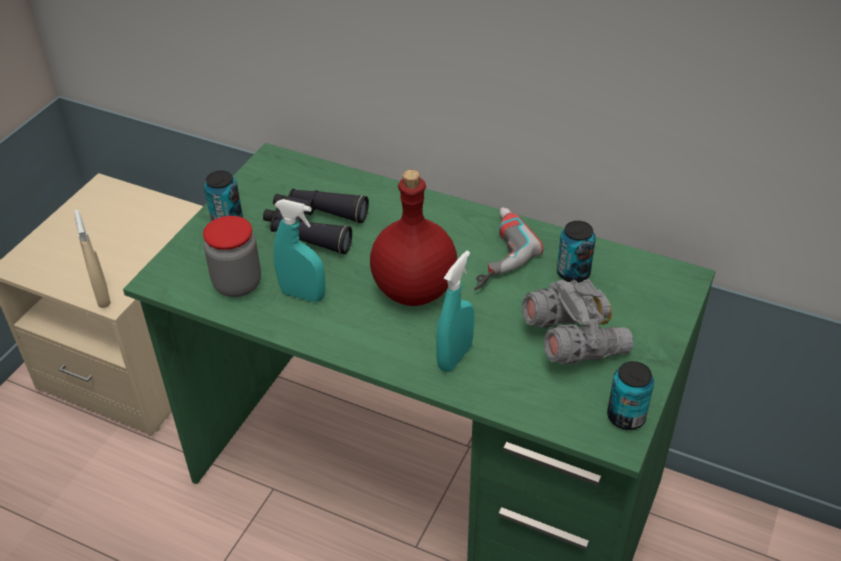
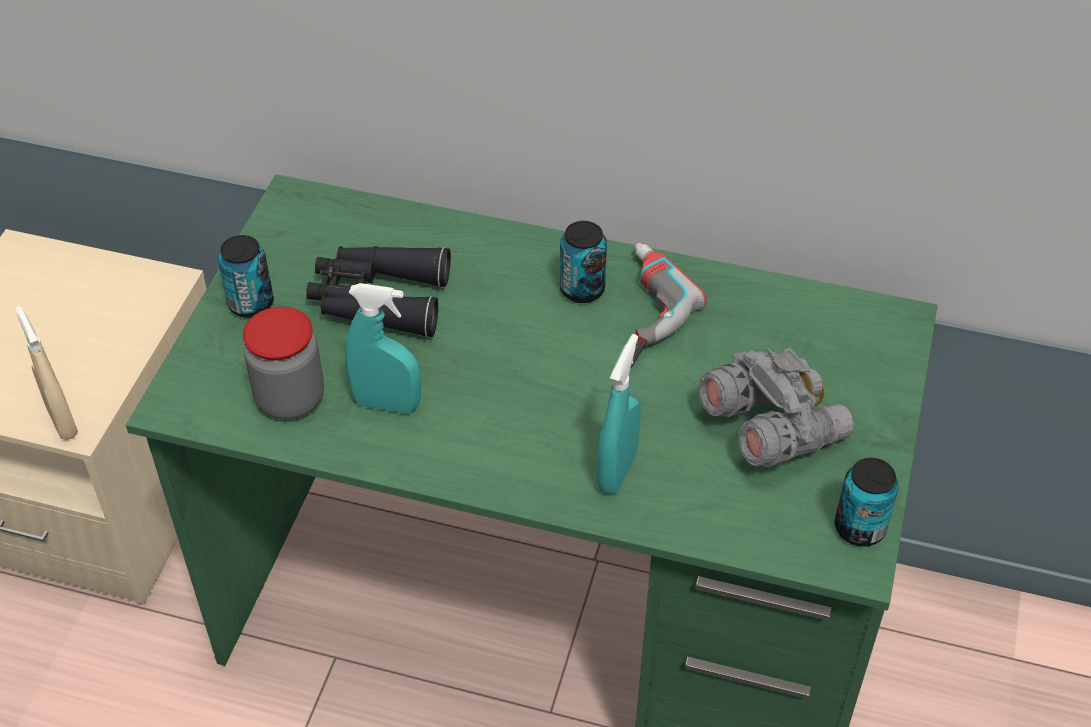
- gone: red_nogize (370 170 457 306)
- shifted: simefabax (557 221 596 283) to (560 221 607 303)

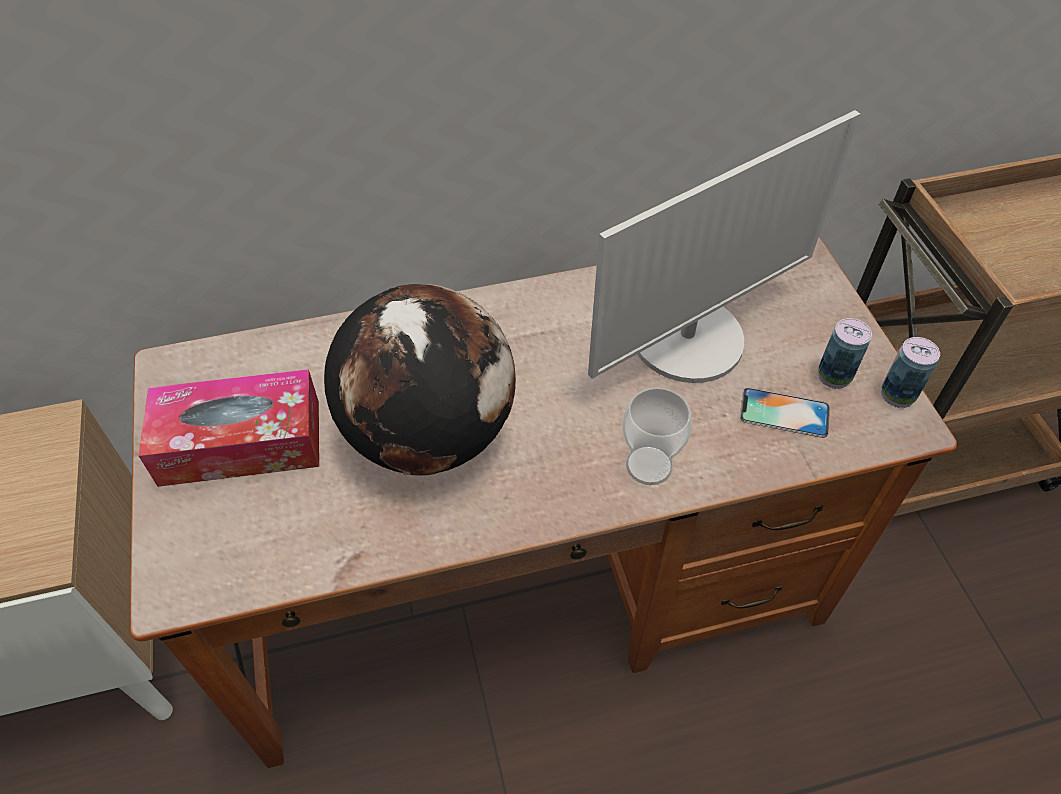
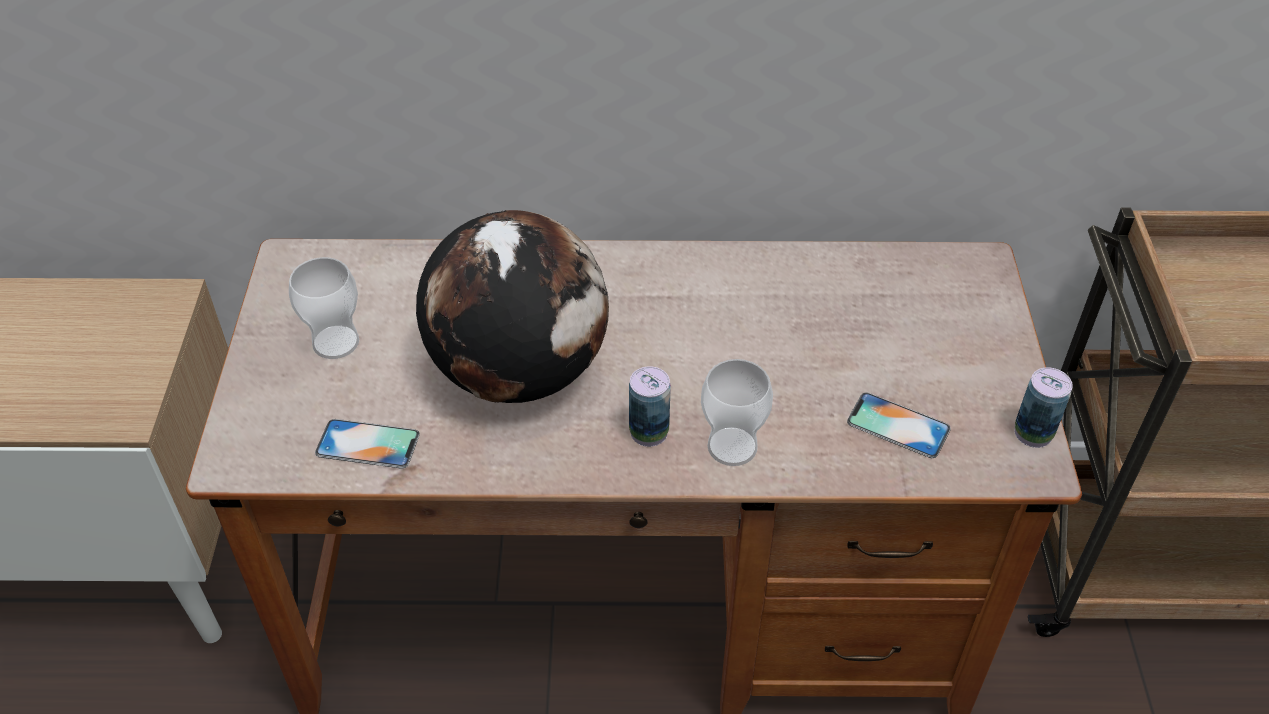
- swapped: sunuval (139 369 319 487) to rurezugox (289 257 359 359)
- gone: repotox (588 110 860 383)
- shifted: simefabax (818 318 872 389) to (629 366 671 447)
- new: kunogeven (315 419 420 469)

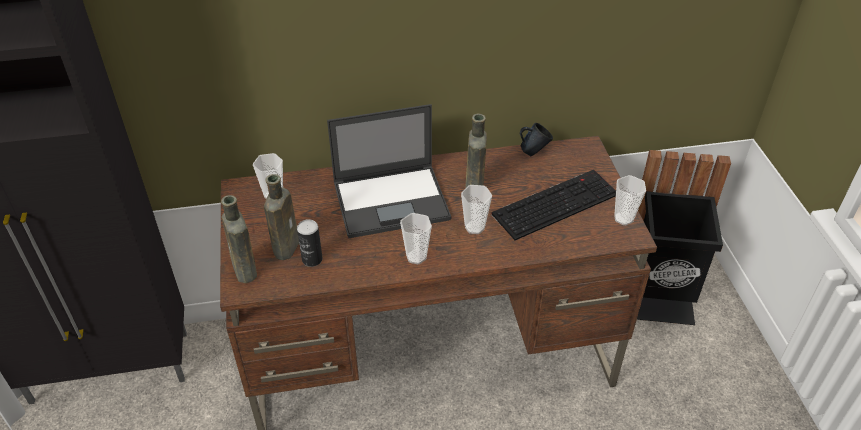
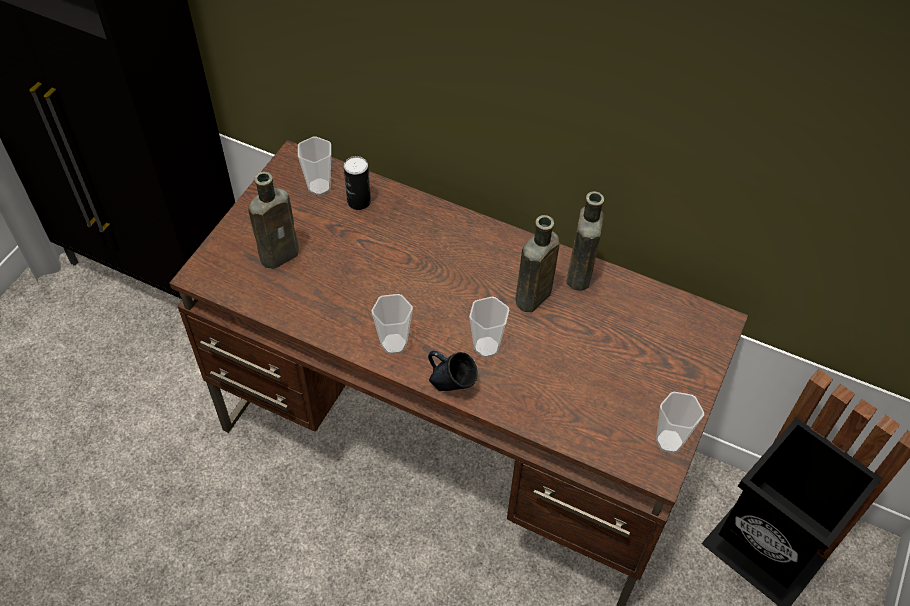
- shifted: brown_nogize (221 195 257 283) to (566 191 604 291)
- shifted: simefabax (297 219 323 267) to (344 156 371 210)
- gone: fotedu (327 104 451 238)
- gone: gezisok (491 170 616 240)
- shifted: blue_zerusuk (520 123 553 156) to (428 351 478 391)

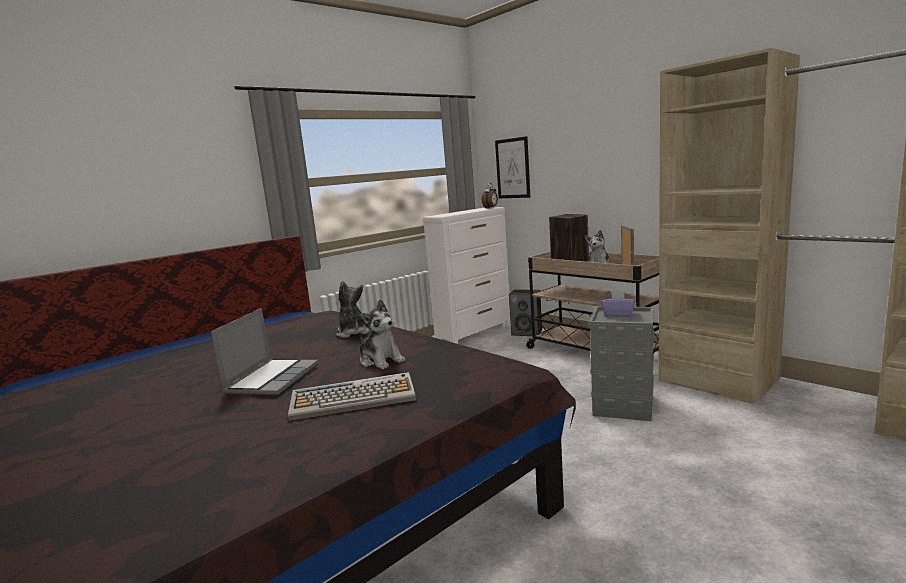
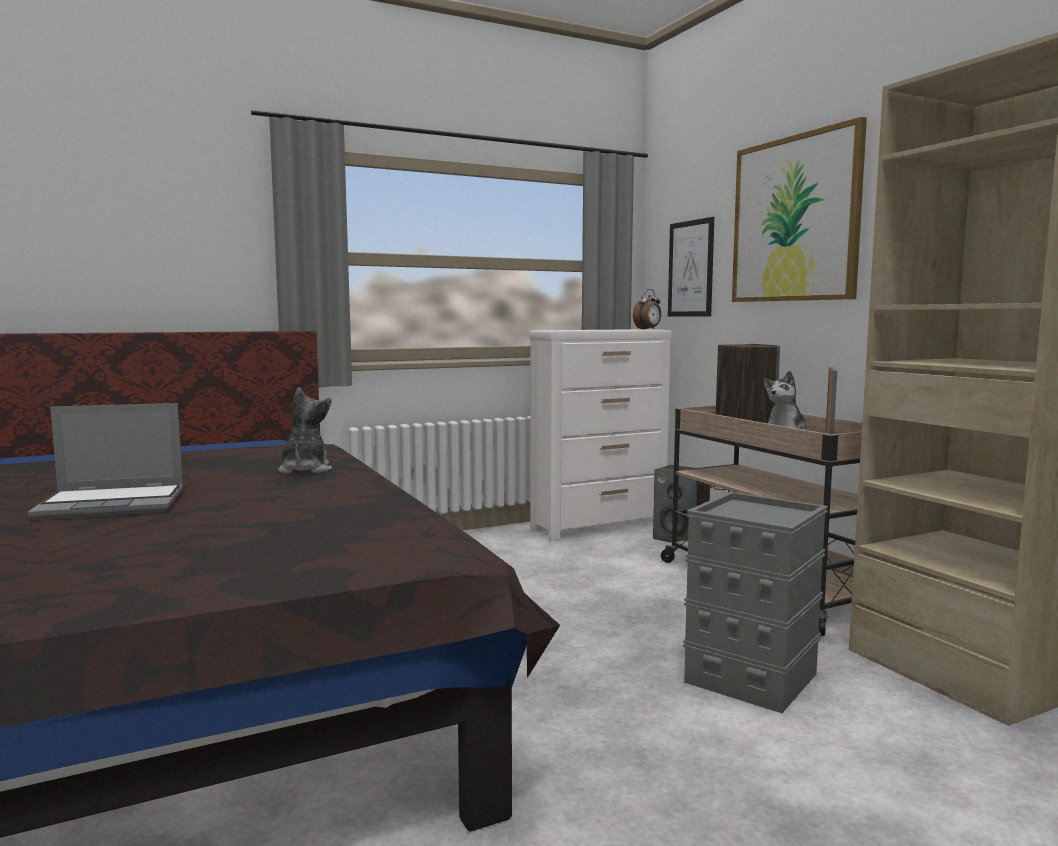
- rotated: fotedu (211 308 318 395) = (27 403 183 520) 45 degrees clockwise
- gone: gezisok (288 372 416 421)
- gone: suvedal (360 299 405 369)
- gone: purple_sunuval (601 290 635 317)
- new: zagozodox (732 117 867 302)

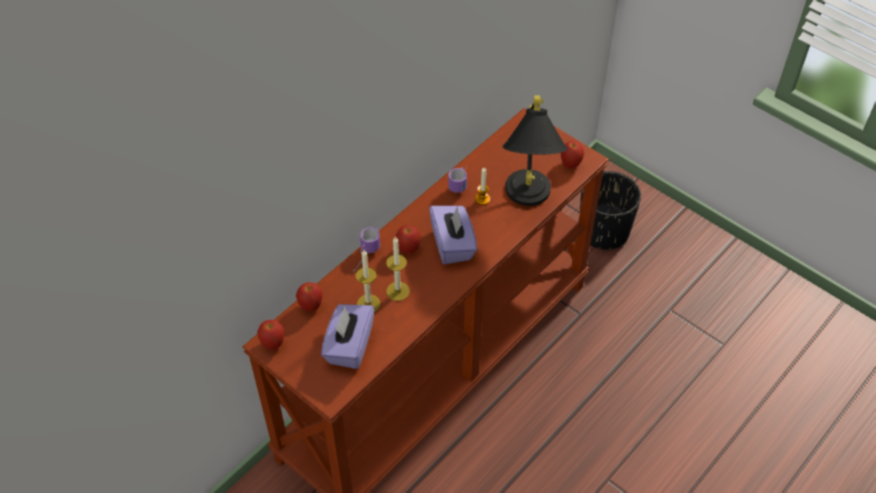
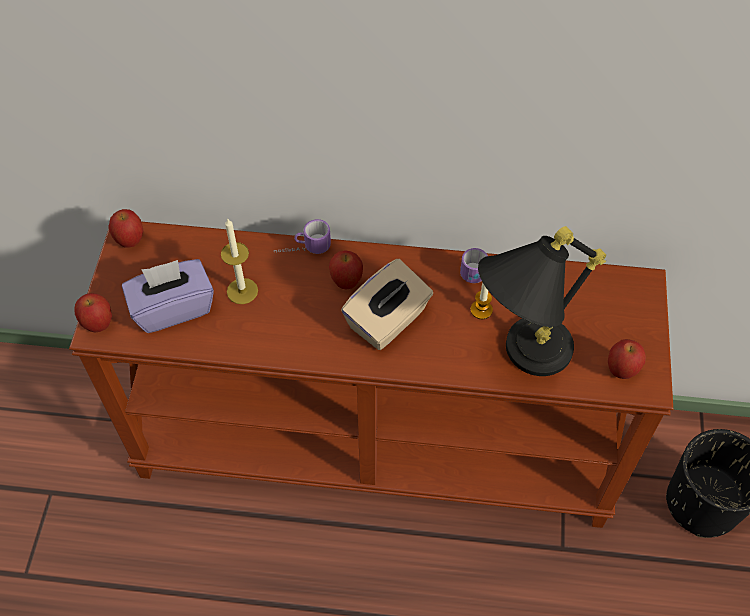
- shifted: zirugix (296 282 322 312) to (74 293 112 333)
- gone: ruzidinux (386 237 410 301)
- repainted: purple_sunuval (429 206 477 264) to beige_sunuval (341 259 433 350)

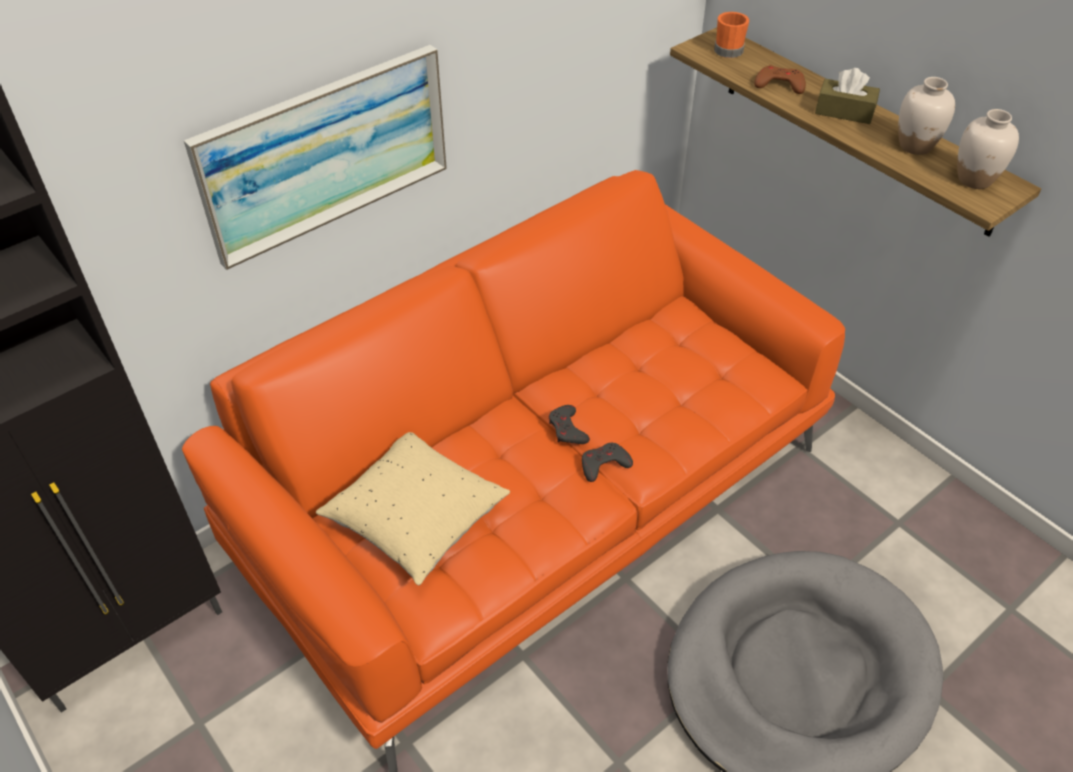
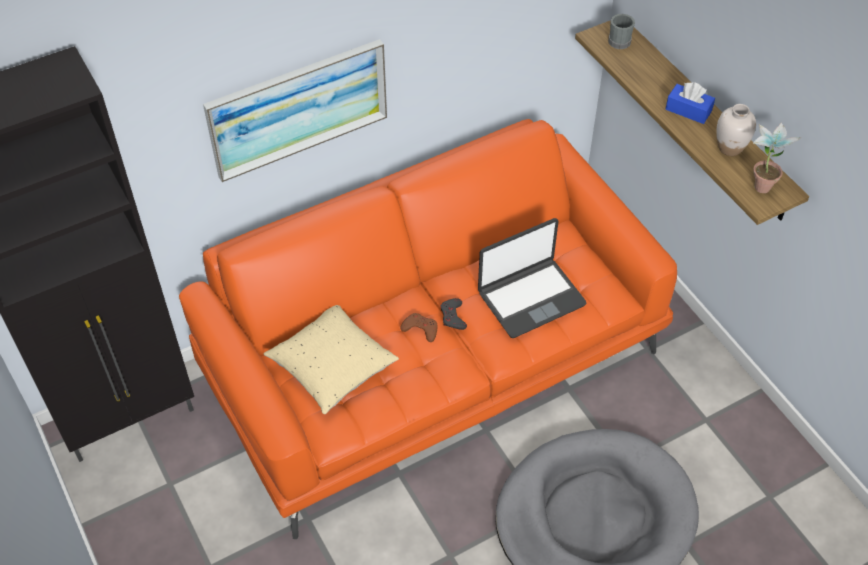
- gone: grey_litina (582 443 633 482)
- repainted: orange_zerusuk (714 12 749 58) to grey_zerusuk (608 14 635 49)
- shifted: brown_litina (754 65 806 94) to (400 313 438 342)
- repainted: brown_sunuval (815 68 880 124) to blue_sunuval (666 82 715 124)
- swapped: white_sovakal (957 109 1019 189) to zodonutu (753 123 801 193)
- new: fotedu (478 218 587 338)

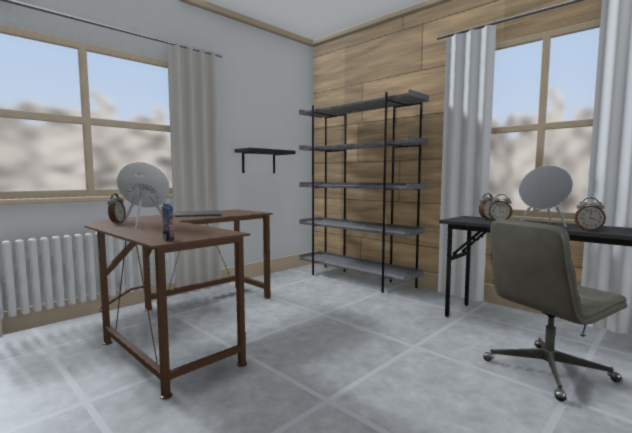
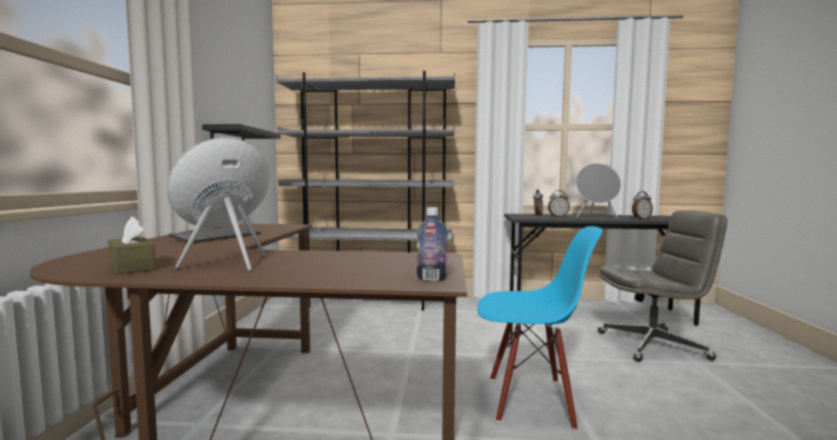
- swapped: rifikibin (107 194 126 224) to brown_sunuval (108 216 156 274)
- rotated: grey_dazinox (483 219 627 402) = (598 210 727 362) 120 degrees counterclockwise
- new: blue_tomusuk (477 226 603 430)

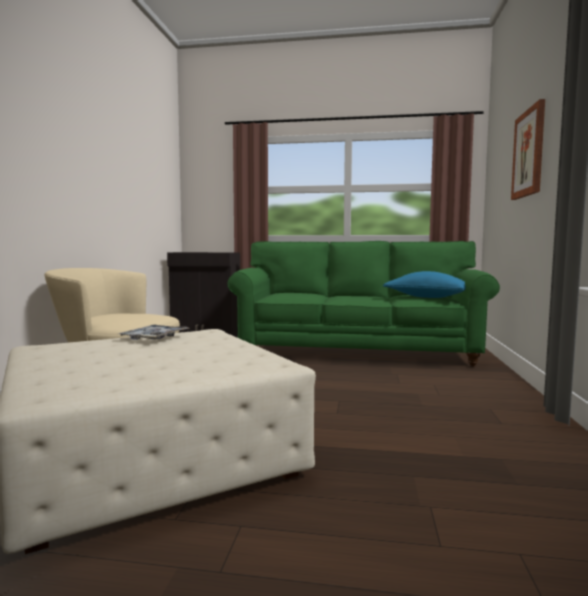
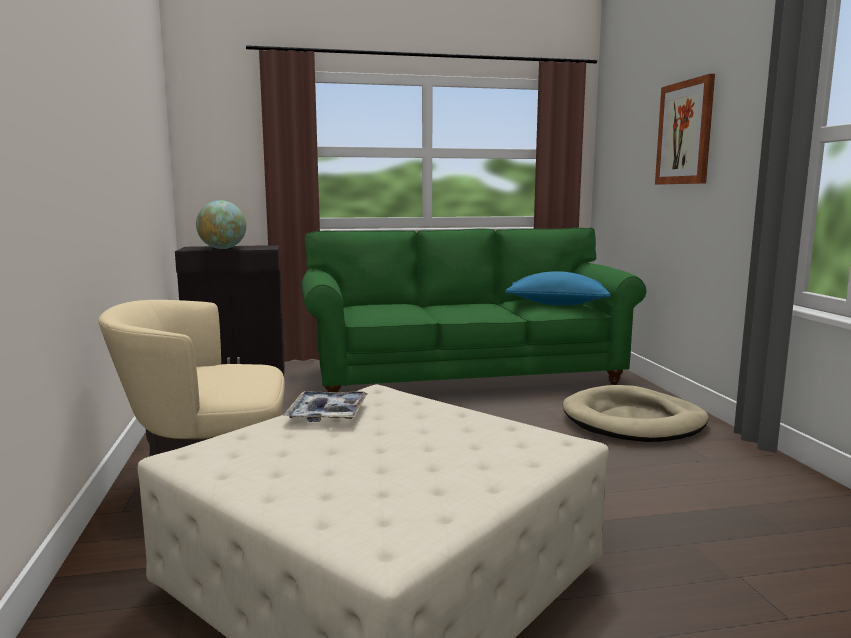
- new: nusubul (196 200 246 249)
- new: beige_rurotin (563 385 709 442)

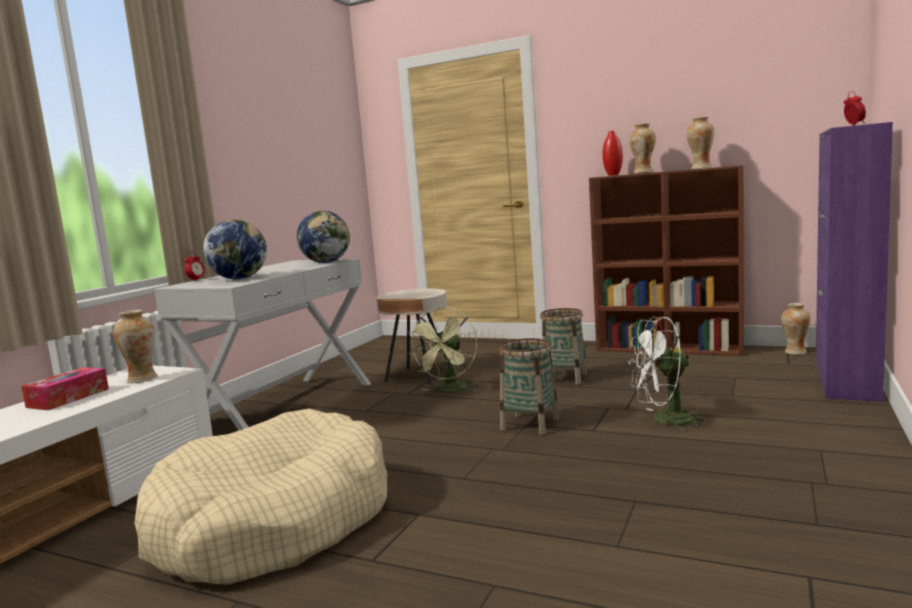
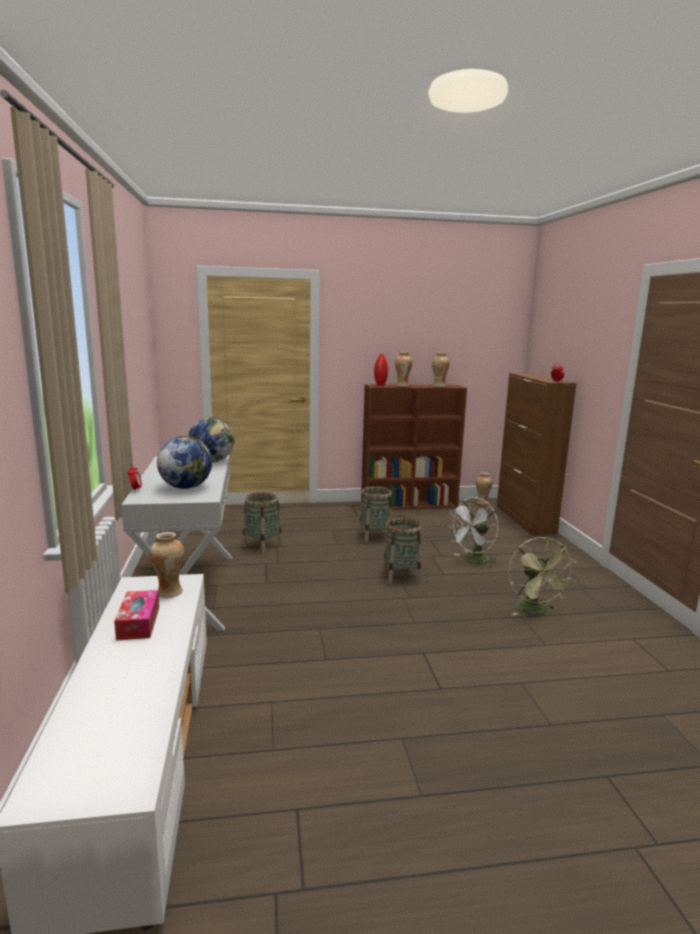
- gone: beige_rurotin (135 408 387 585)
- swapped: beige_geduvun (376 288 447 384) to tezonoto (242 492 282 553)
- shifted: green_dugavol (408 307 477 393) to (509 537 576 615)
- repainted: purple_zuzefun (816 122 893 402) to brown_zuzefun (497 373 576 535)

